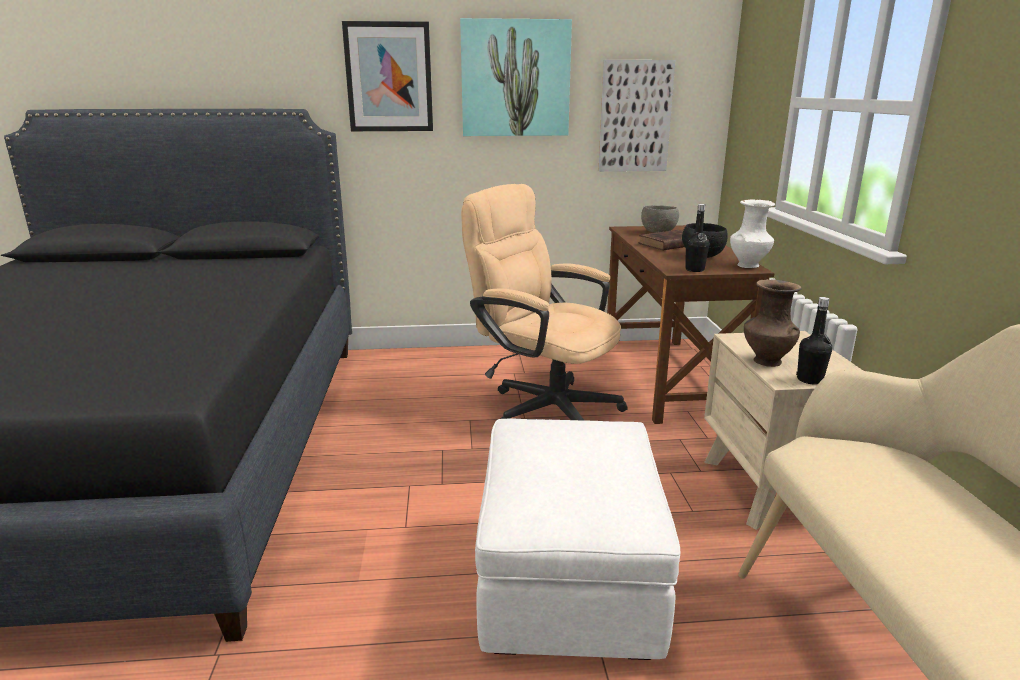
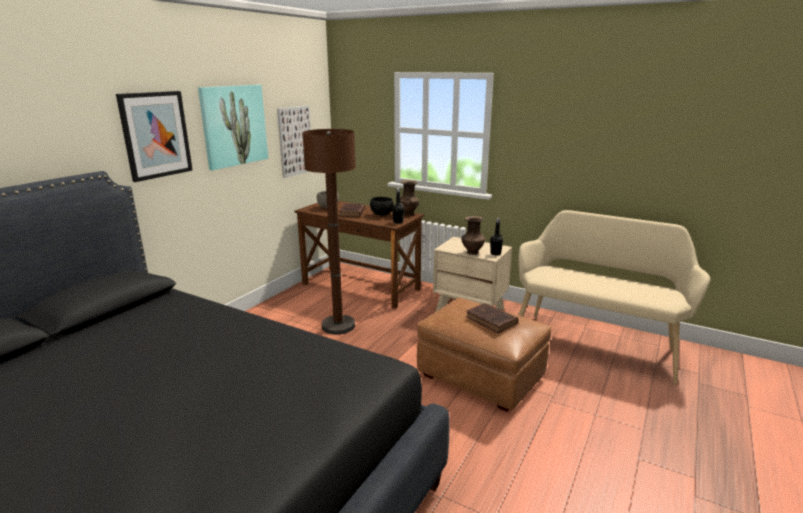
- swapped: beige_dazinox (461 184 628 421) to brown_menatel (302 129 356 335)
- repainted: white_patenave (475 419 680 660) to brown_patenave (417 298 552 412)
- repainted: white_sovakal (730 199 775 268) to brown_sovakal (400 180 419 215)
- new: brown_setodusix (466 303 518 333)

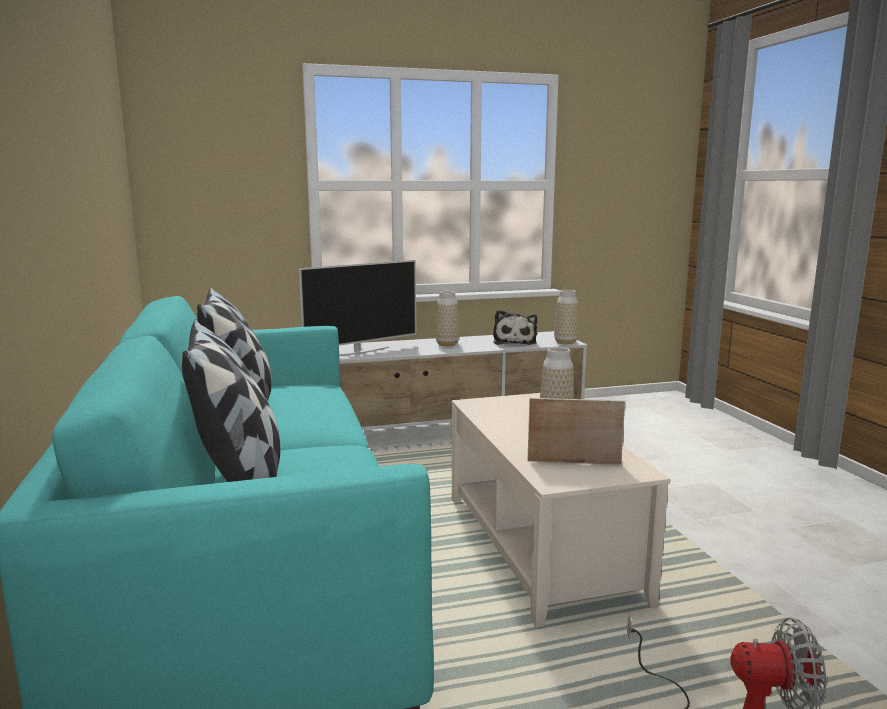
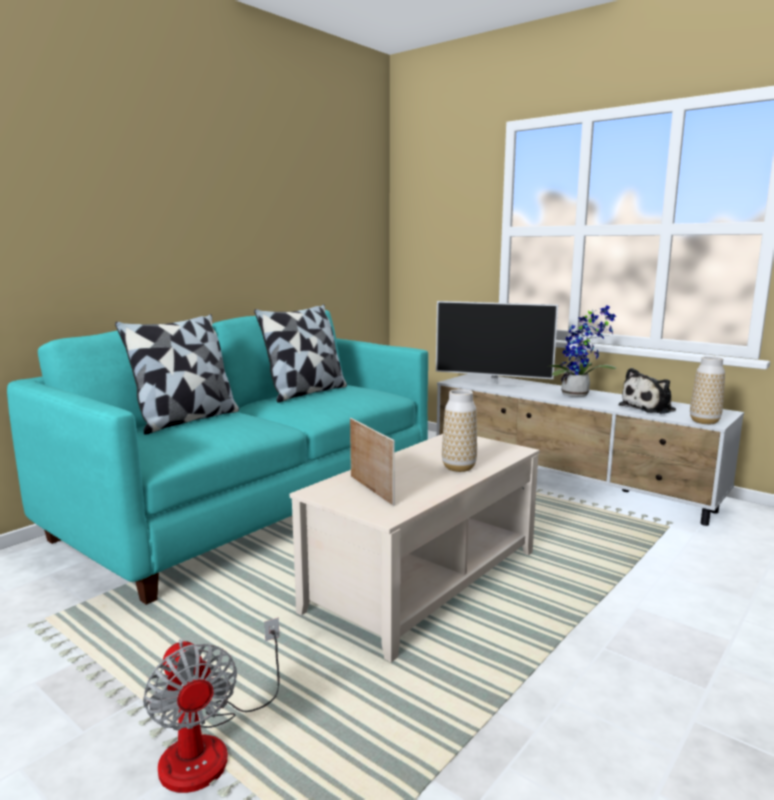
- swapped: sovakal (435 291 459 346) to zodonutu (546 306 616 397)

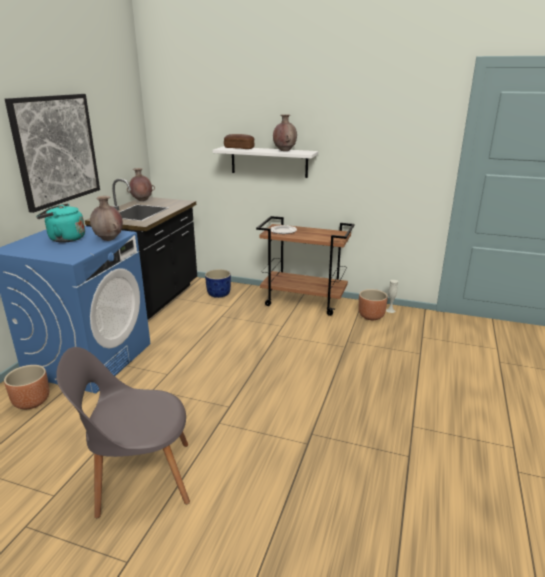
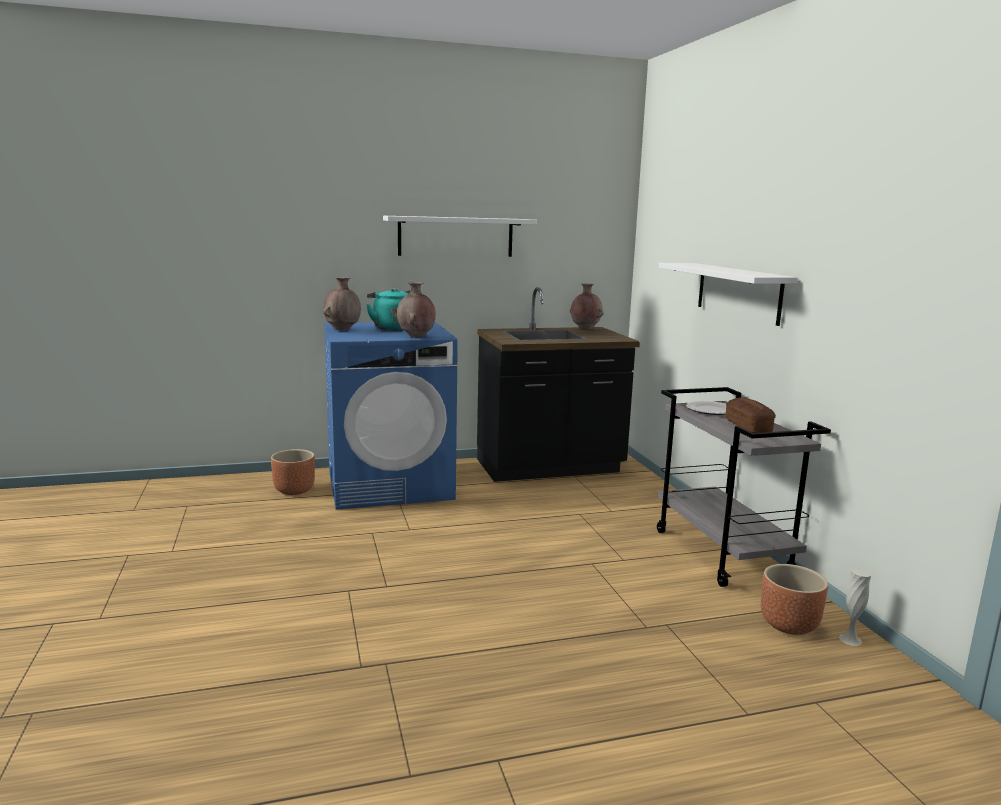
- swapped: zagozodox (5 94 100 213) to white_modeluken (383 216 537 257)
- gone: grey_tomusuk (56 347 190 518)
- gone: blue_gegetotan (205 269 231 298)
- shifted: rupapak (224 134 254 149) to (726 398 776 433)
- repainted: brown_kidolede (256 216 355 316) to grey_kidolede (657 387 831 587)
- shifted: brown_sovakal (273 114 297 151) to (323 277 361 330)

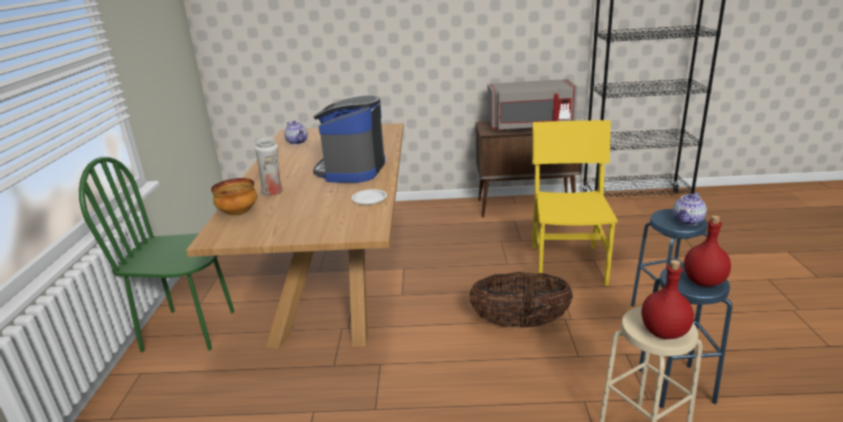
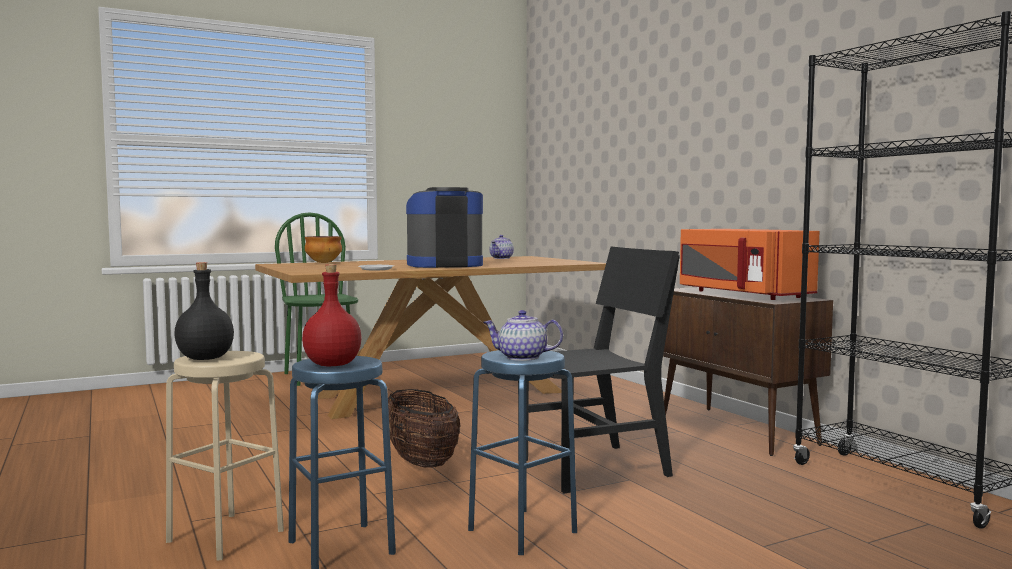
- gone: white_sovakal (255 138 283 196)
- repainted: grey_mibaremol (488 79 577 131) to orange_mibaremol (680 229 820 300)
- repainted: yellow_tomusuk (532 120 618 286) to black_tomusuk (518 247 680 494)
- repainted: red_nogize (642 260 694 339) to black_nogize (174 262 234 360)

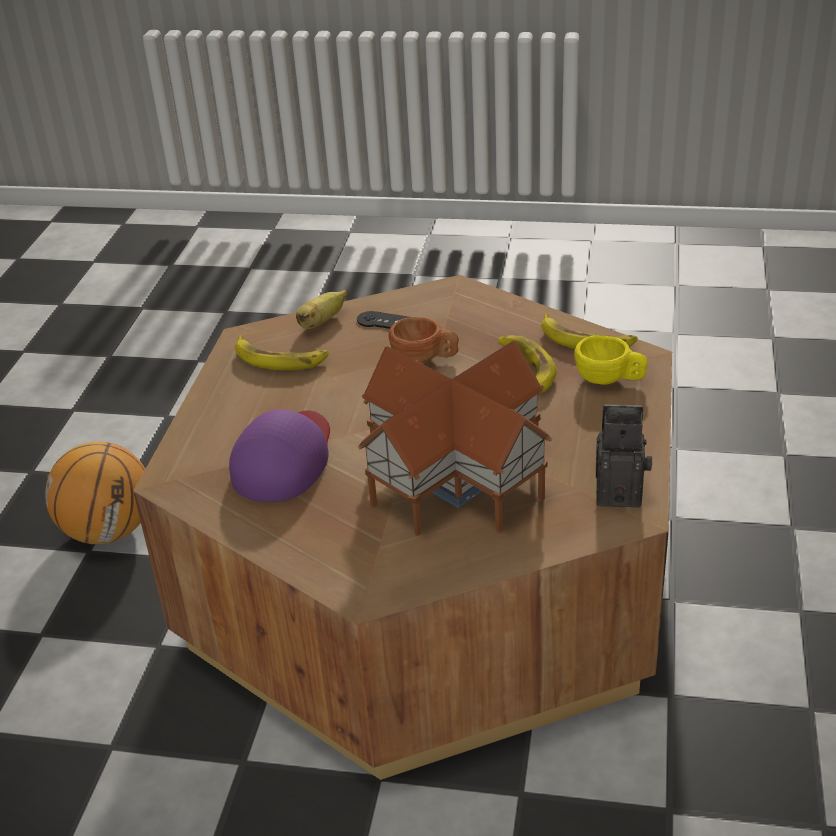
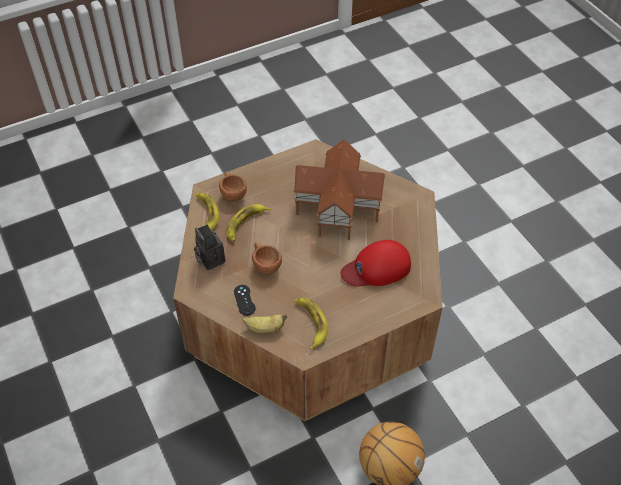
- repainted: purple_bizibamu (229 409 330 502) to red_bizibamu (341 240 411 287)
- repainted: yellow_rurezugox (574 335 648 385) to brown_rurezugox (219 171 247 202)
- shifted: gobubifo (596 404 652 508) to (194 225 226 270)

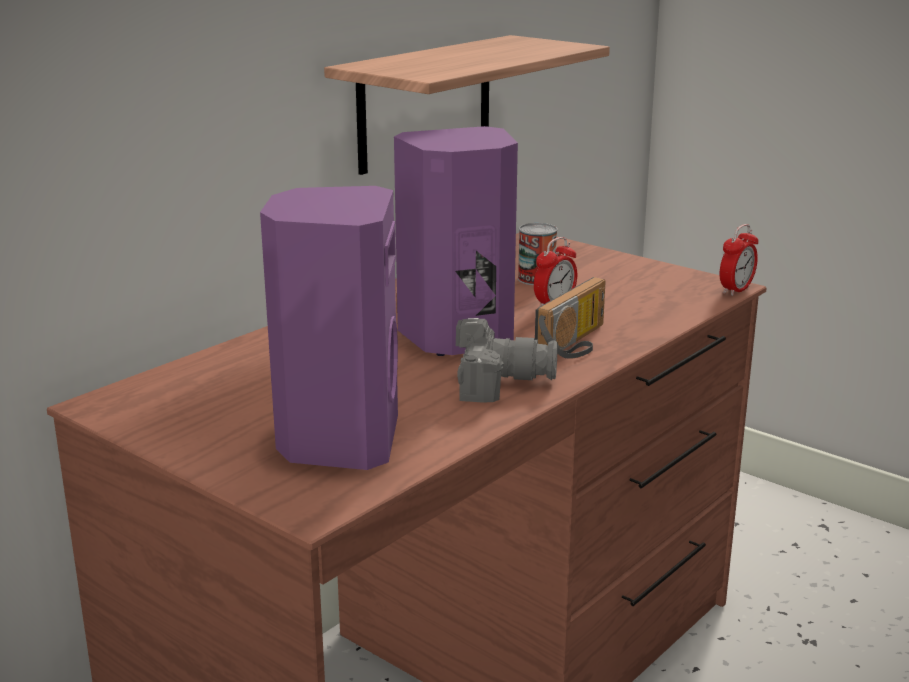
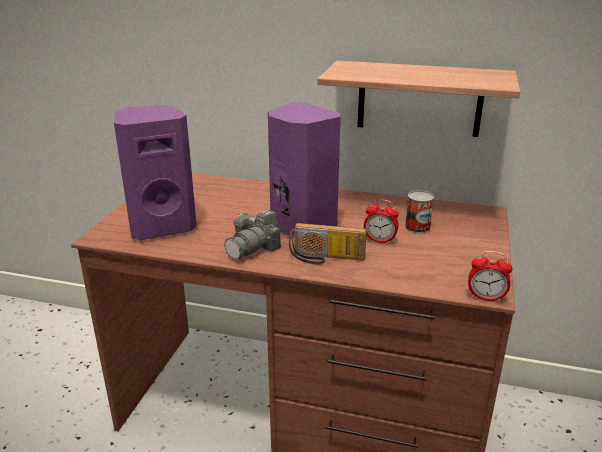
- rotated: gobubifo (456 318 558 403) = (224 210 281 260) 60 degrees clockwise

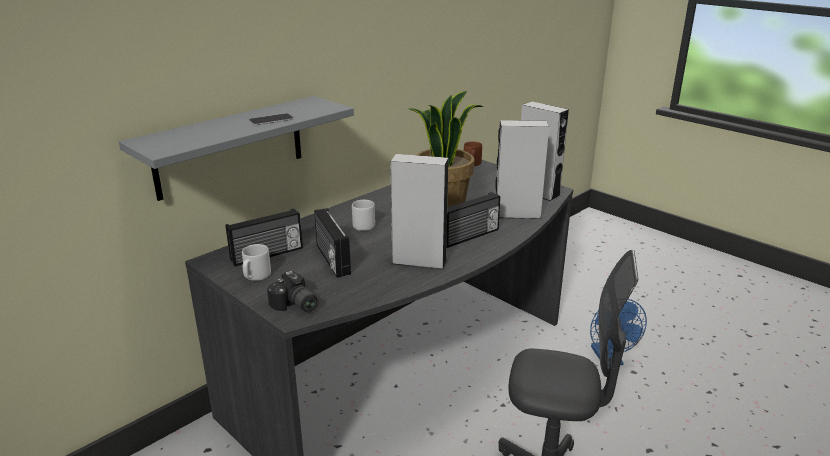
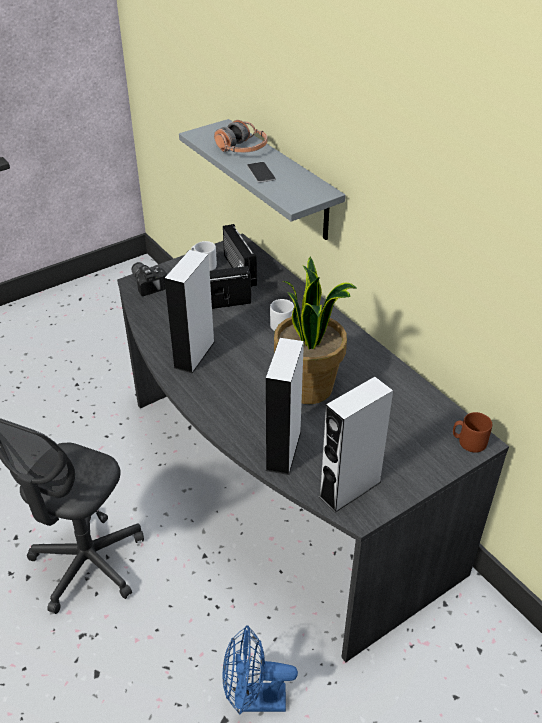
- rotated: gobubifo (267 270 318 312) = (132 262 168 296) 90 degrees clockwise
- gone: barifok (446 192 501 248)
- new: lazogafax (214 120 267 153)

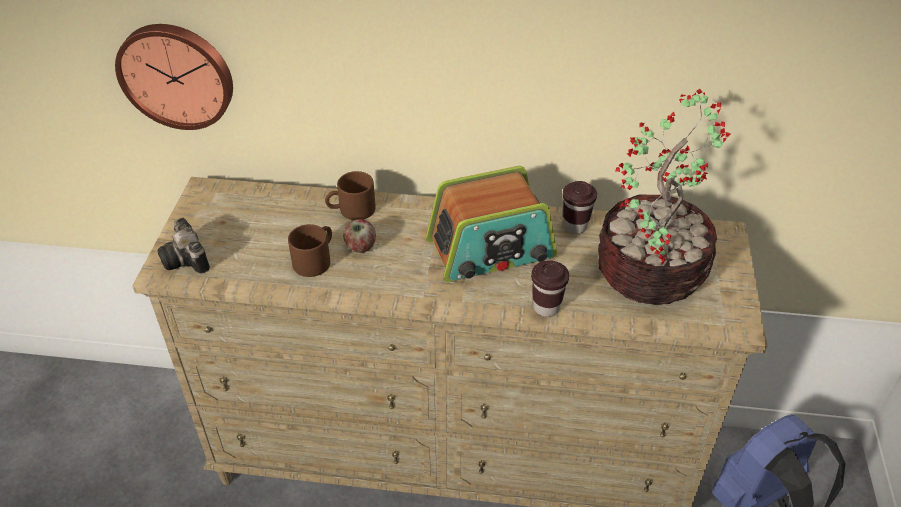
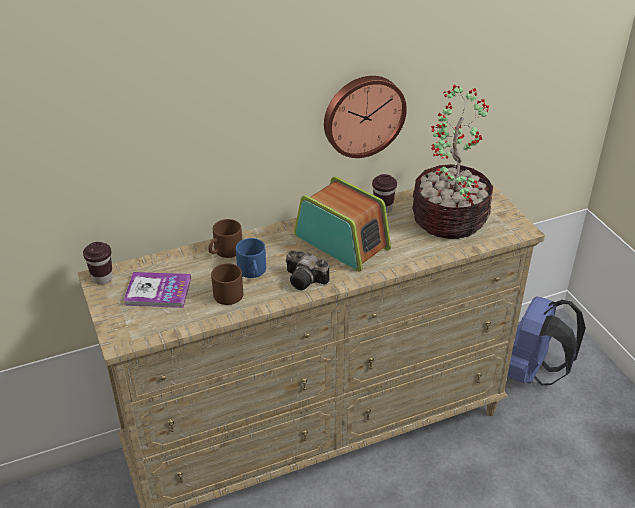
- shifted: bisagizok (115 24 233 130) to (324 76 407 158)
- shifted: gobubifo (158 218 210 274) to (286 251 329 290)
- swapped: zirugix (343 219 376 253) to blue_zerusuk (236 238 266 278)
- rotated: barifok (426 166 557 282) = (294 176 391 272) 90 degrees counterclockwise
- shifted: brown_rurezugox (531 260 569 317) to (83 242 113 285)
- new: setodusix (123 272 191 308)

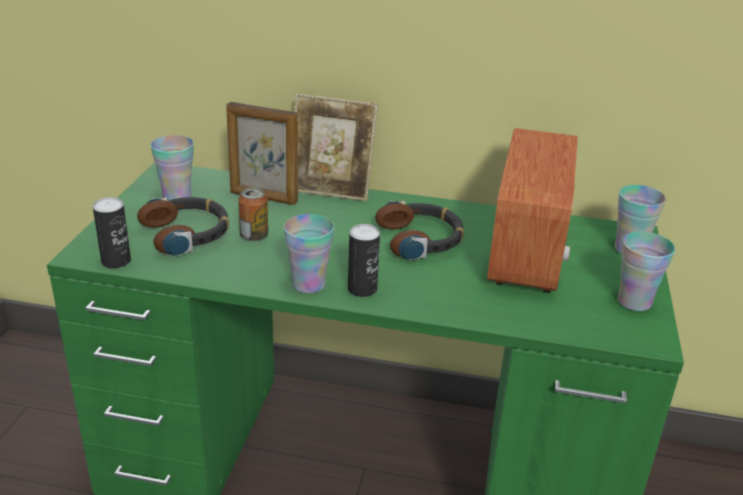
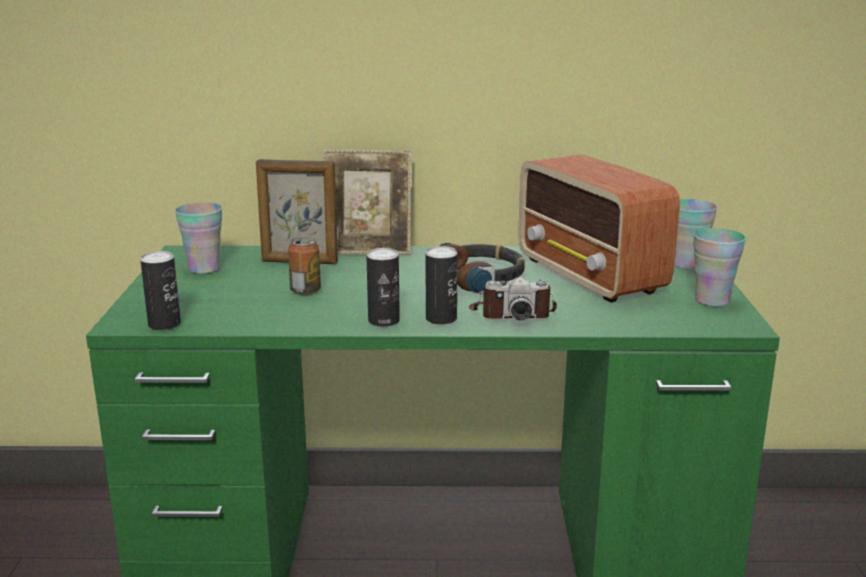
- gone: lazogafax (137 197 229 256)
- swapped: rurezugox (284 214 334 293) to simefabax (366 248 400 327)
- rotated: barifok (487 128 578 293) = (518 154 680 303) 150 degrees clockwise
- new: gobubifo (469 277 557 320)

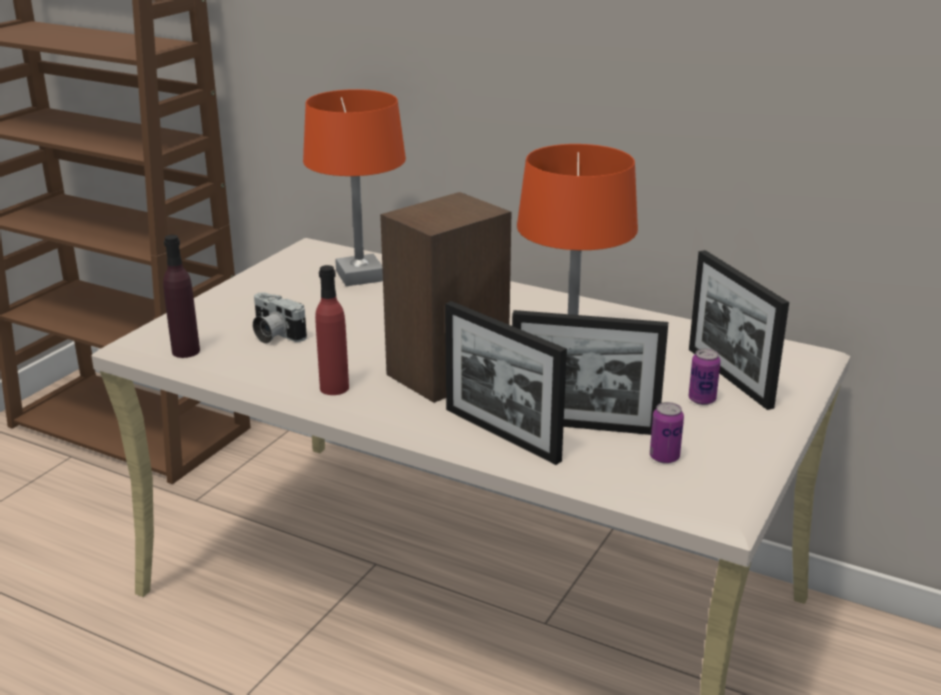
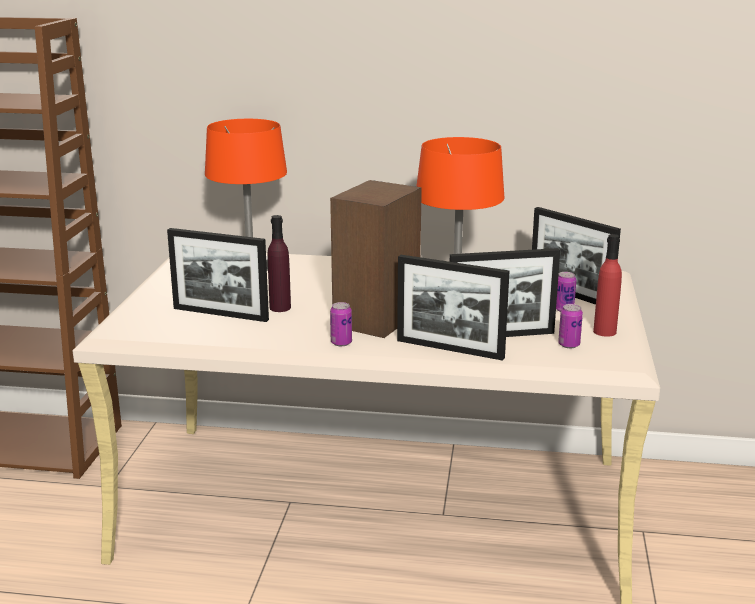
- shifted: purple_nogize (163 235 200 358) to (268 215 291 312)
- swapped: gobubifo (253 292 307 344) to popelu (167 228 269 322)
- shifted: red_nogize (315 265 349 395) to (593 234 622 337)
- new: simefabax (330 302 352 346)

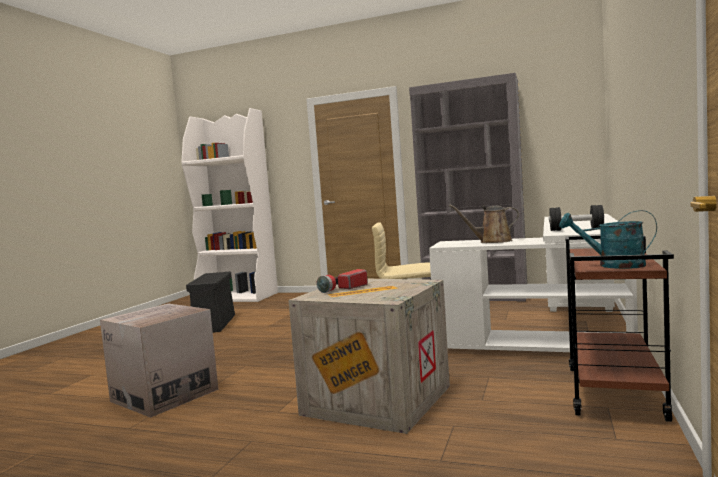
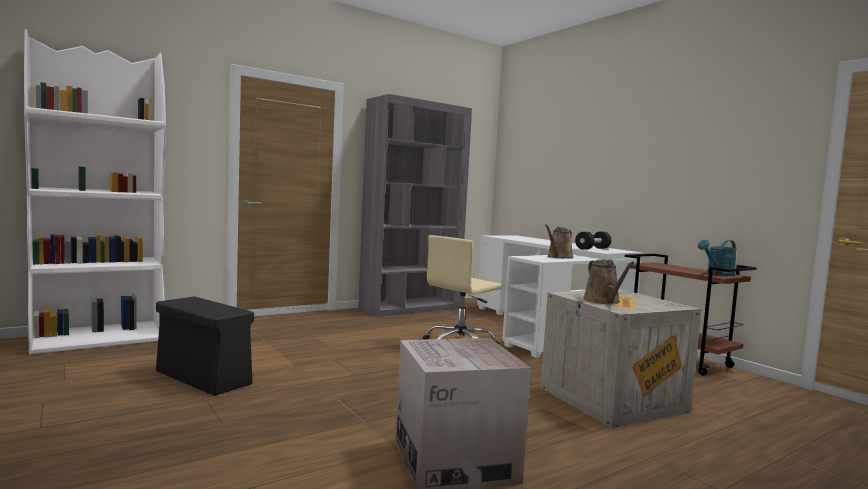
- swapped: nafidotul (316 269 368 293) to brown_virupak (583 259 634 304)

